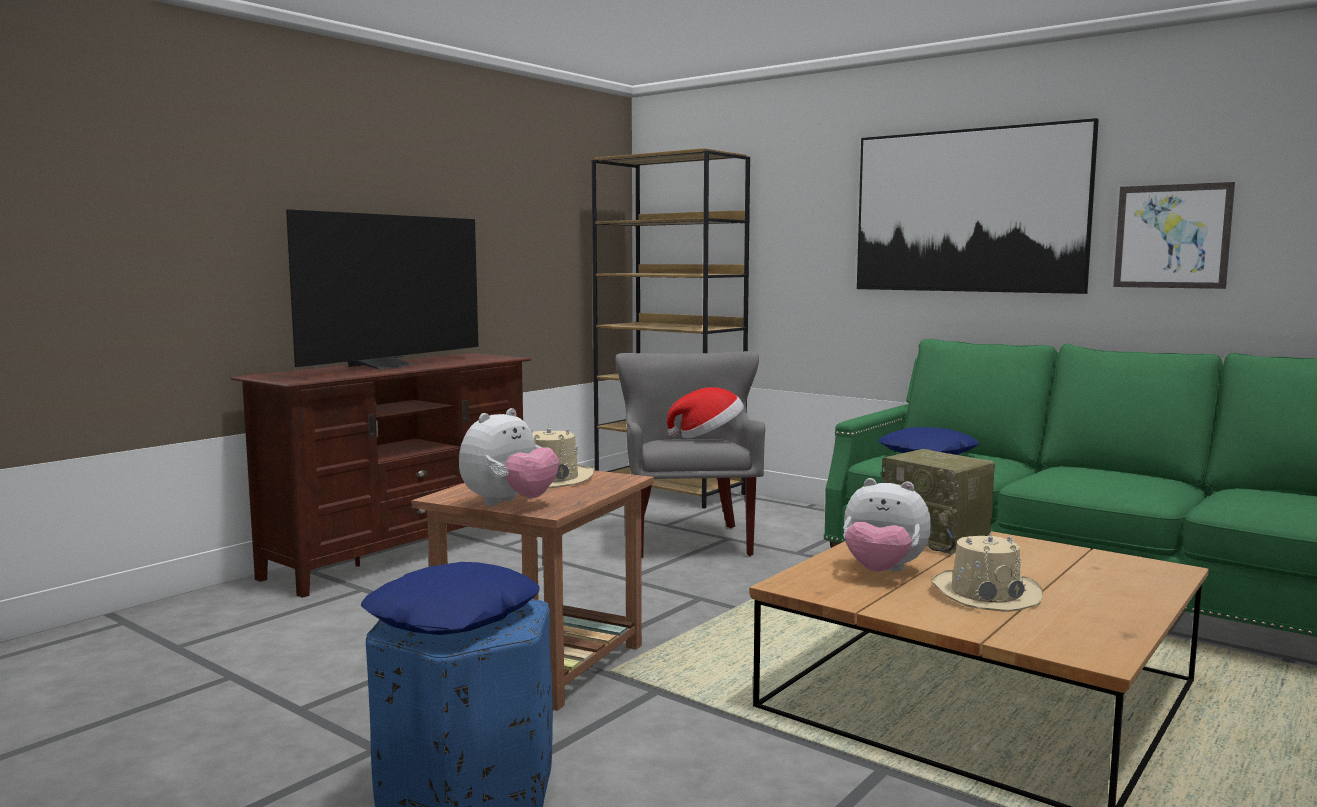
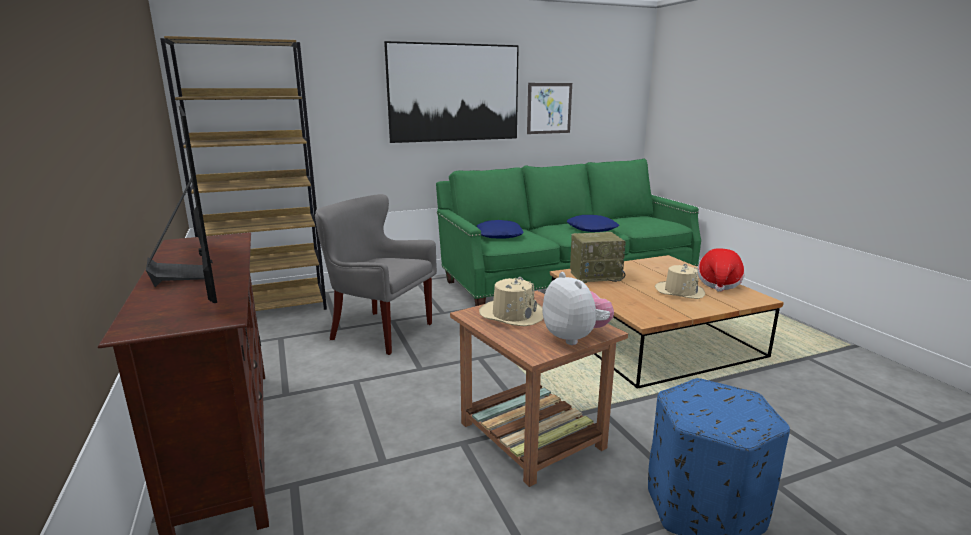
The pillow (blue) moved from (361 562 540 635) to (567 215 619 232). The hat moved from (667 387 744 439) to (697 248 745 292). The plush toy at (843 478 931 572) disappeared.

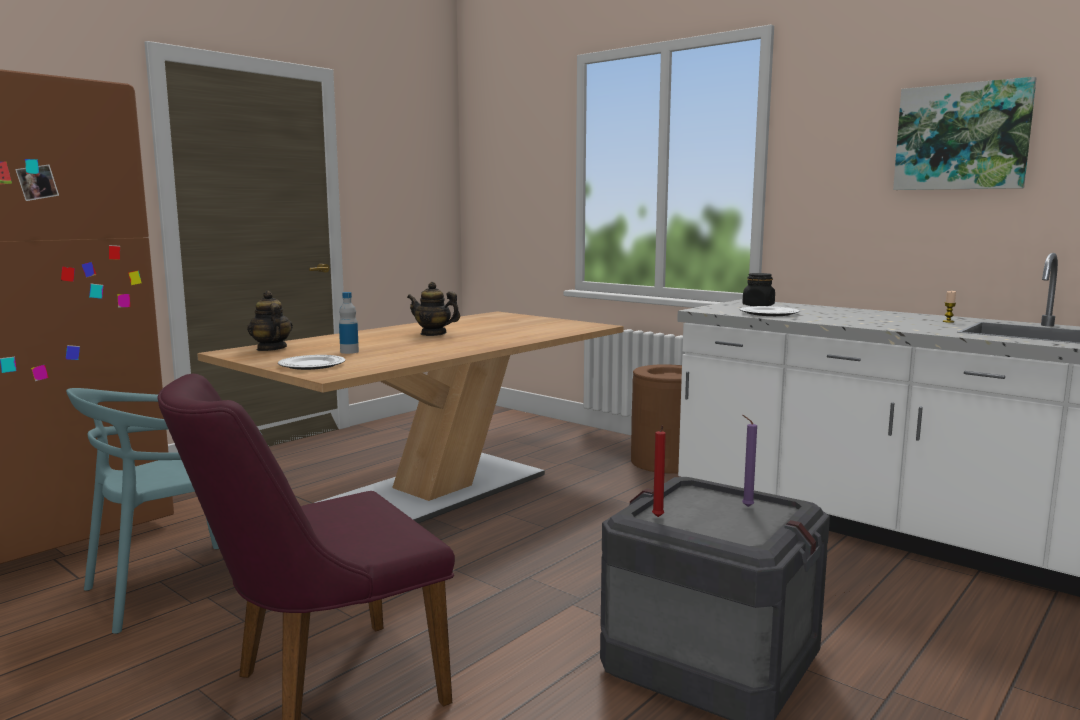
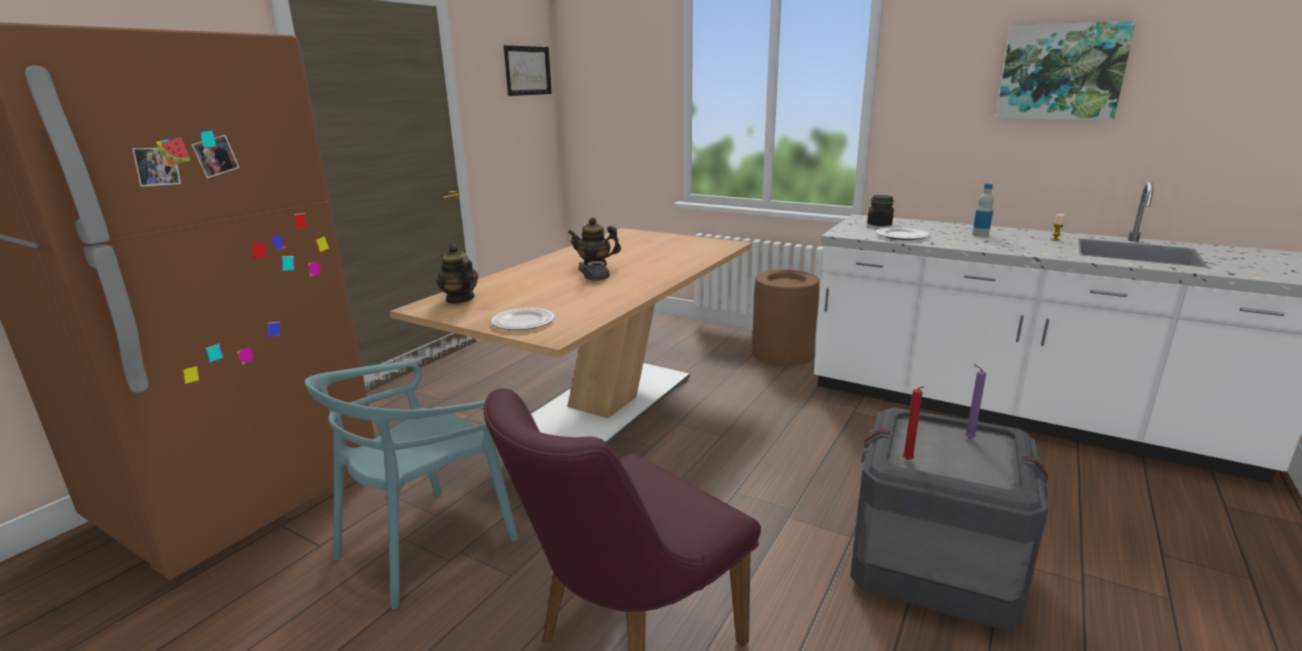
The picture at (504 45 552 96) appeared. The teapot (grey) at (578 261 610 281) appeared. The bottle moved from (339 292 359 354) to (972 183 994 237).

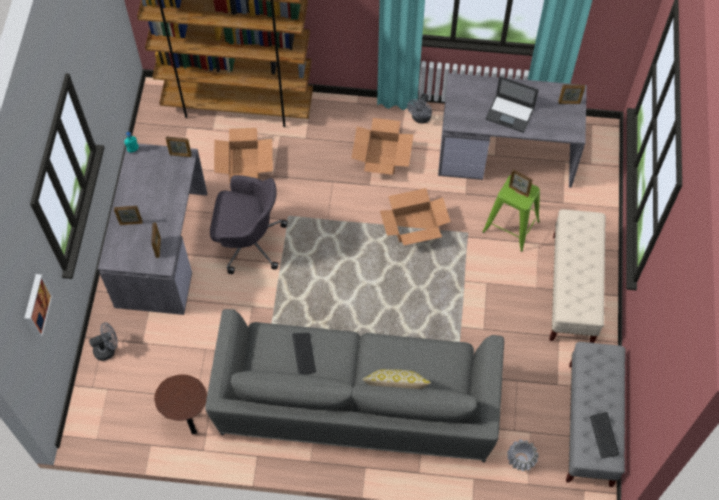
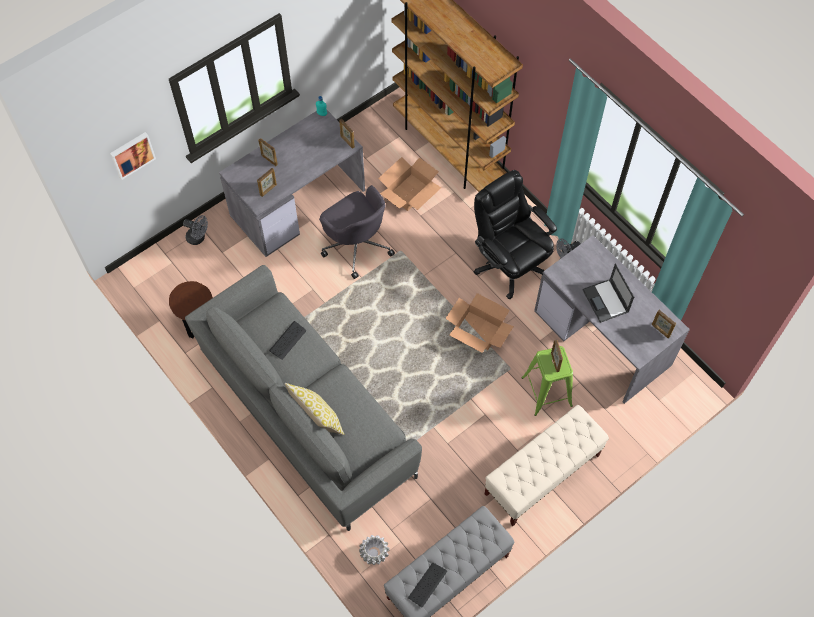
The cardboard box at (351 118 414 175) was replaced by the office chair (black) at (474 170 557 299).

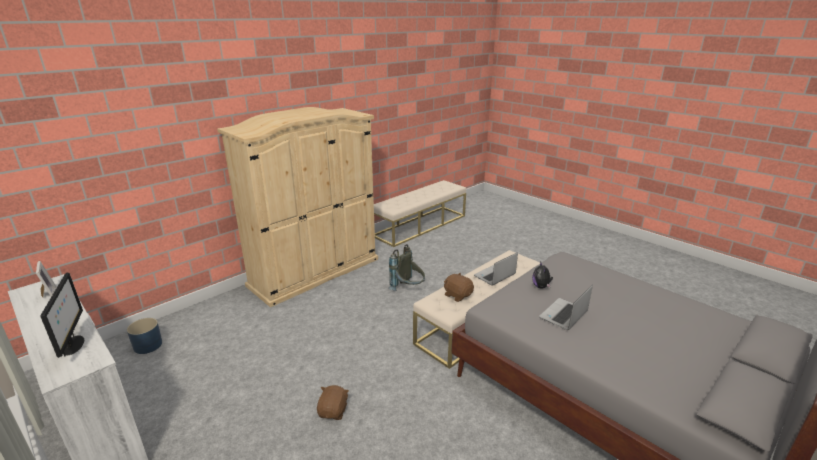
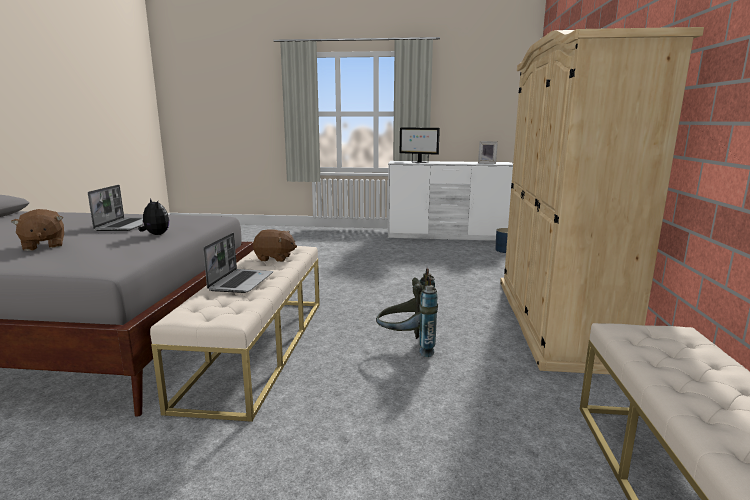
The plush toy (brown) moved from (317 385 349 420) to (11 209 64 251).

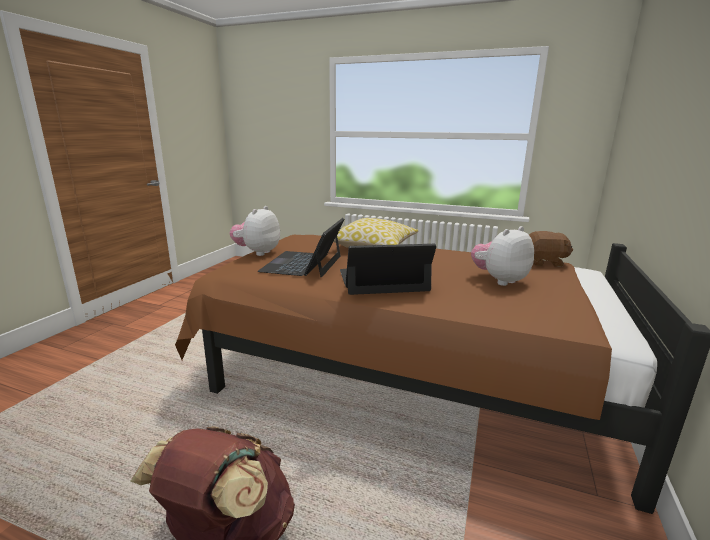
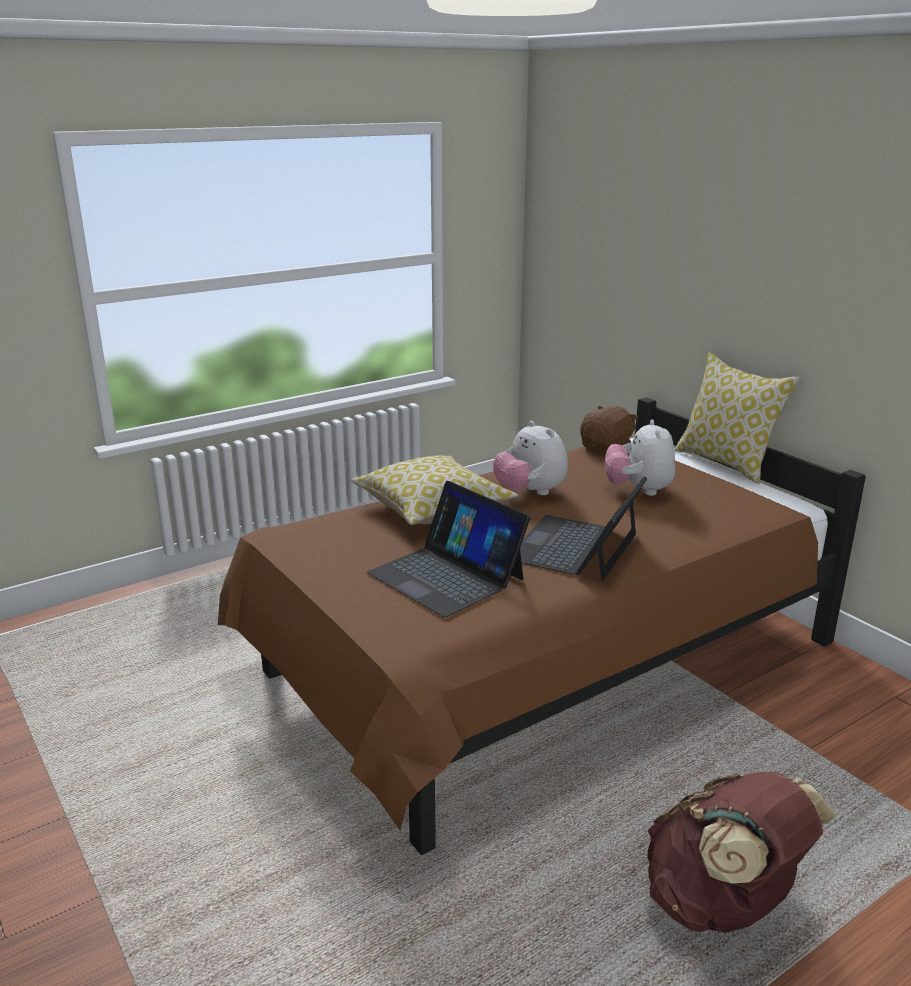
The plush toy moved from (230 206 280 256) to (493 421 568 495). The pillow at (675 353 799 484) appeared.

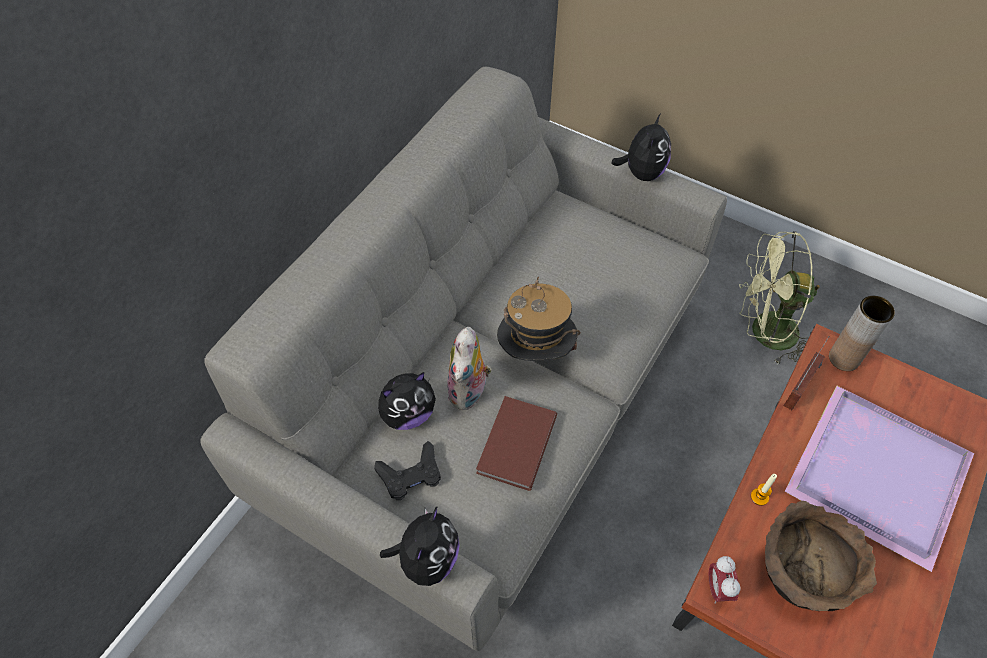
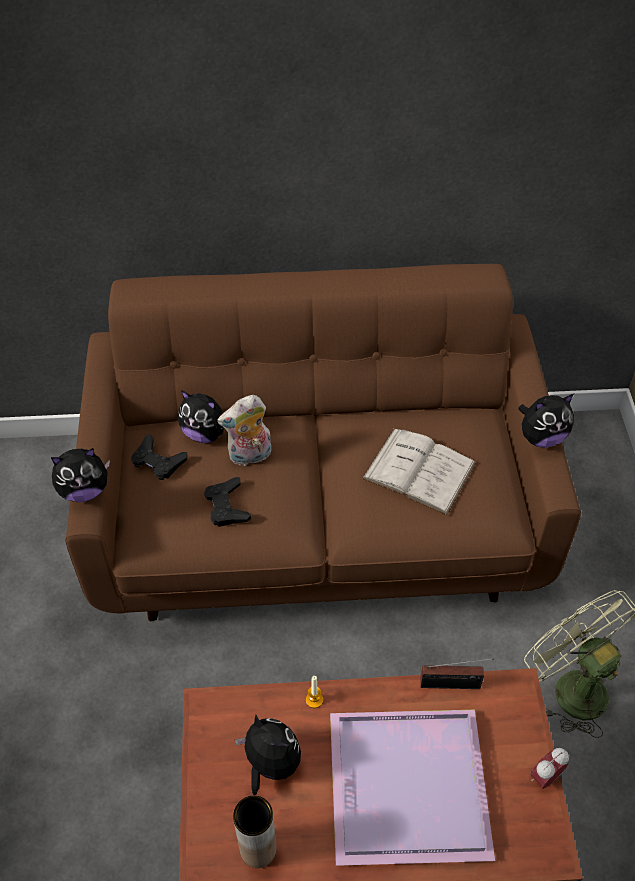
The sofa (grey) at (200 67 727 651) became the sofa (brown) at (65 264 581 621). The book (brown) at (476 396 557 491) was replaced by the game controller (black) at (204 477 251 527). The vase (brown) moved from (829 296 895 371) to (233 795 277 868). The bowl (brown) at (765 501 877 612) was replaced by the plush toy at (234 715 301 795). The book (white) at (362 429 476 515) appeared. The alarm clock moved from (709 556 741 604) to (530 748 569 789). The hat at (497 276 581 361) disappeared.

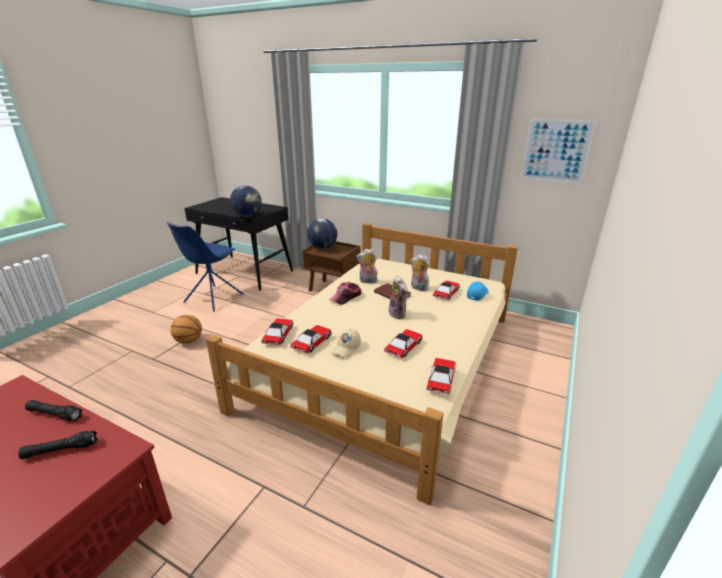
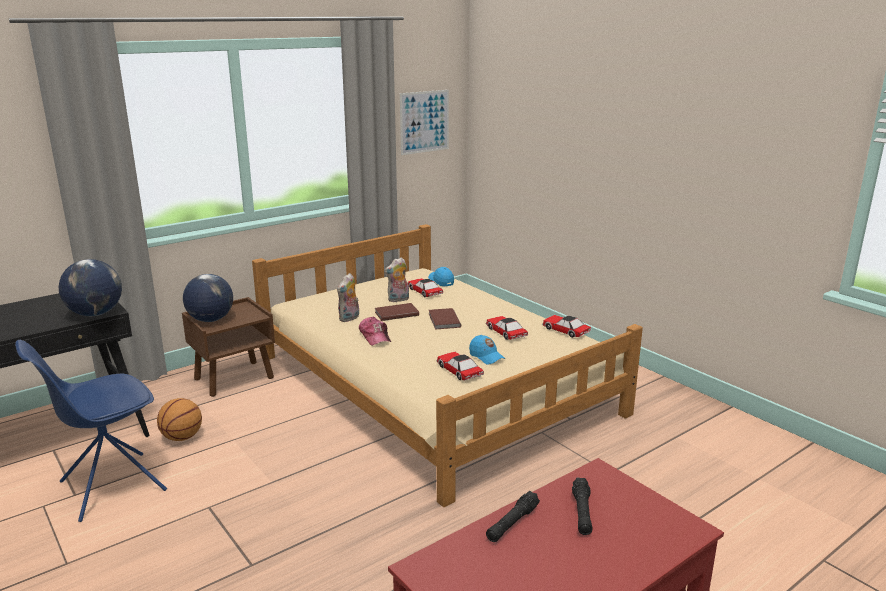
The chair (blue) at (167 222 244 312) turned 90 degrees clockwise. The basketball moved from (170 315 202 344) to (157 398 202 441). The plush toy at (389 276 408 319) was replaced by the book (brown) at (429 308 461 330). The cap (beige) at (332 329 361 358) became the cap (blue) at (469 335 506 364). The toy car at (261 319 293 346) disappeared.

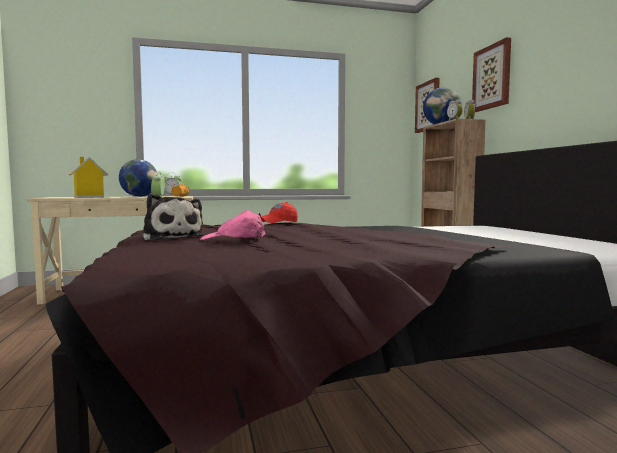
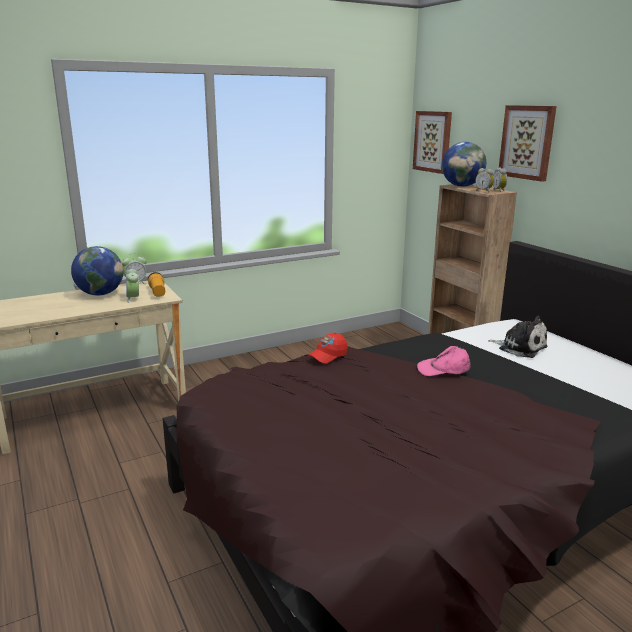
The cap (pink) moved from (200 210 266 240) to (417 346 471 376). The plush toy moved from (142 194 203 240) to (488 316 547 358). The toy house at (68 157 109 198) disappeared.

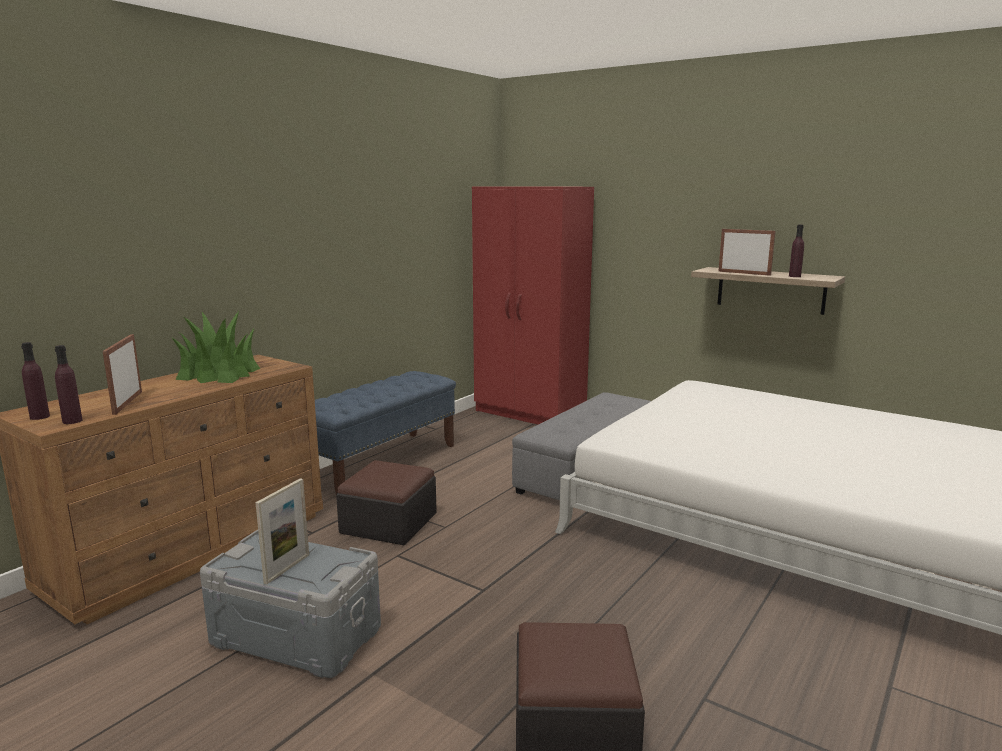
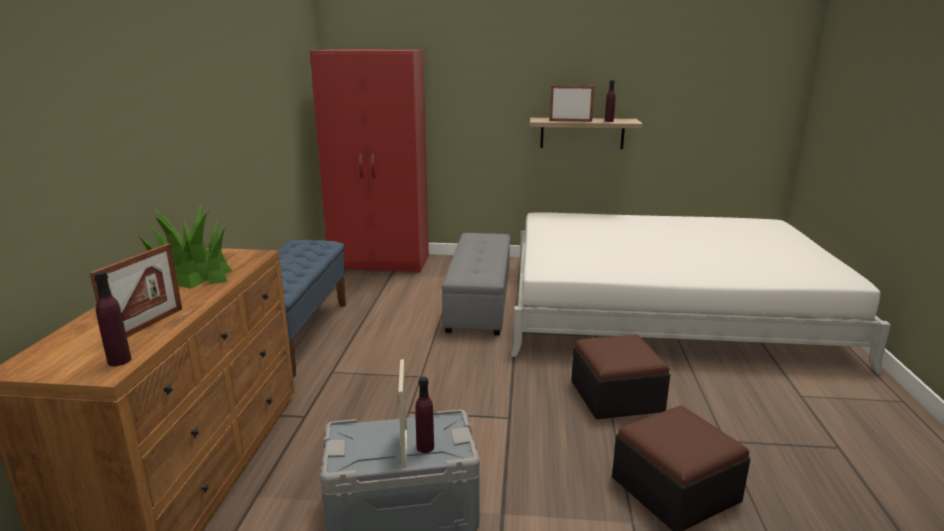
The picture frame at (103 334 142 415) turned 120 degrees counterclockwise. The bottle (purple) moved from (21 342 50 420) to (415 377 434 453). The ottoman moved from (336 460 437 545) to (571 335 670 419).

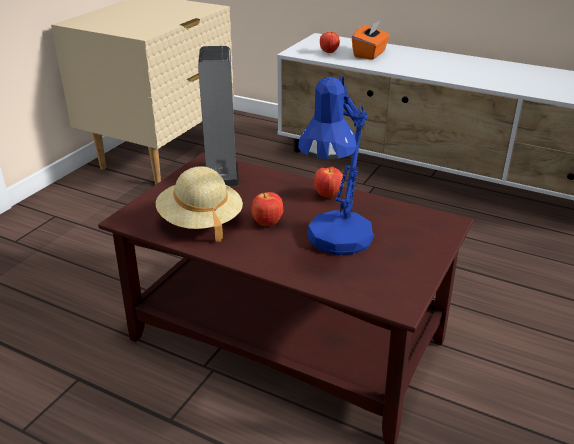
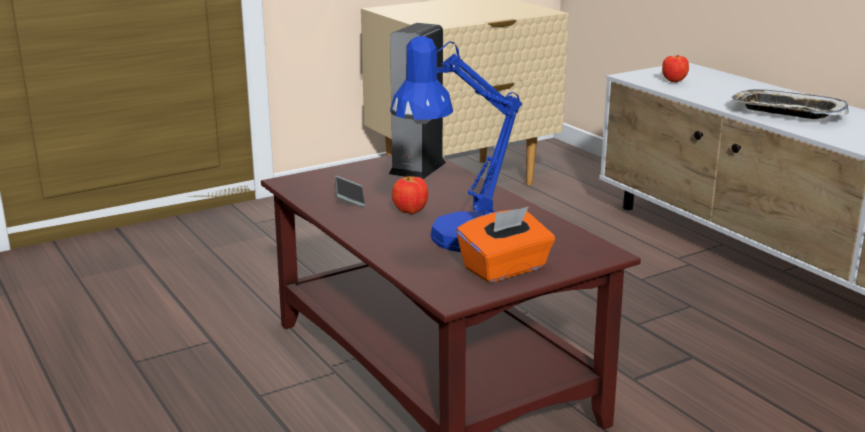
The hat (beige) at (156 166 243 242) was replaced by the phone at (335 176 365 207). The tissue box (orange) moved from (352 21 390 60) to (456 206 555 283). The tray at (731 89 849 119) appeared. The apple at (314 167 343 198) disappeared.

